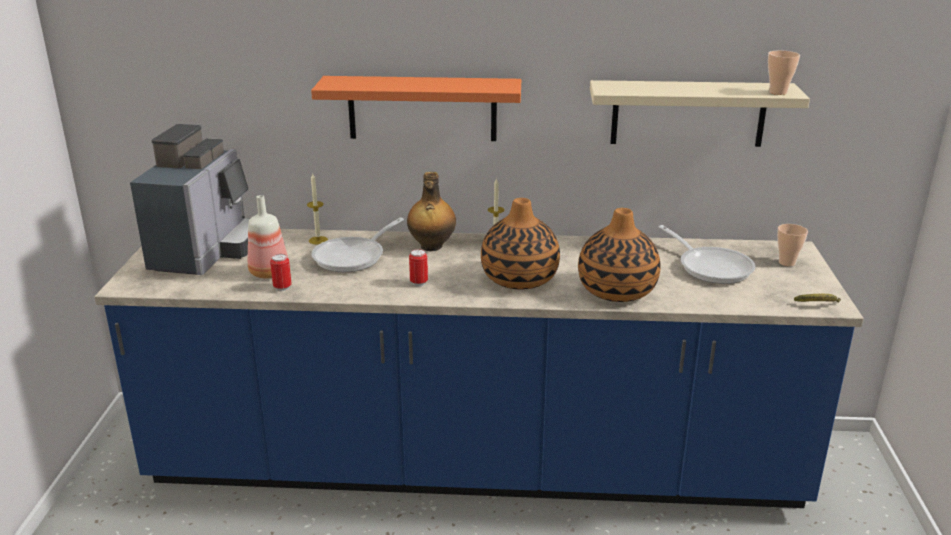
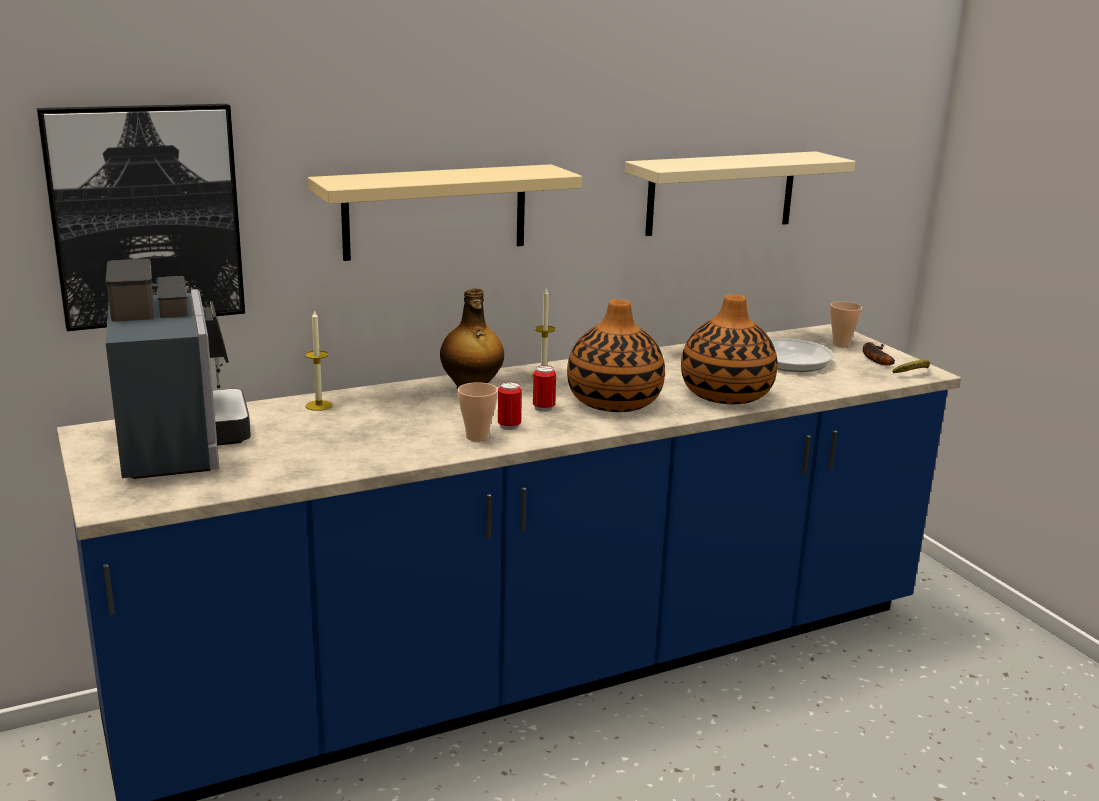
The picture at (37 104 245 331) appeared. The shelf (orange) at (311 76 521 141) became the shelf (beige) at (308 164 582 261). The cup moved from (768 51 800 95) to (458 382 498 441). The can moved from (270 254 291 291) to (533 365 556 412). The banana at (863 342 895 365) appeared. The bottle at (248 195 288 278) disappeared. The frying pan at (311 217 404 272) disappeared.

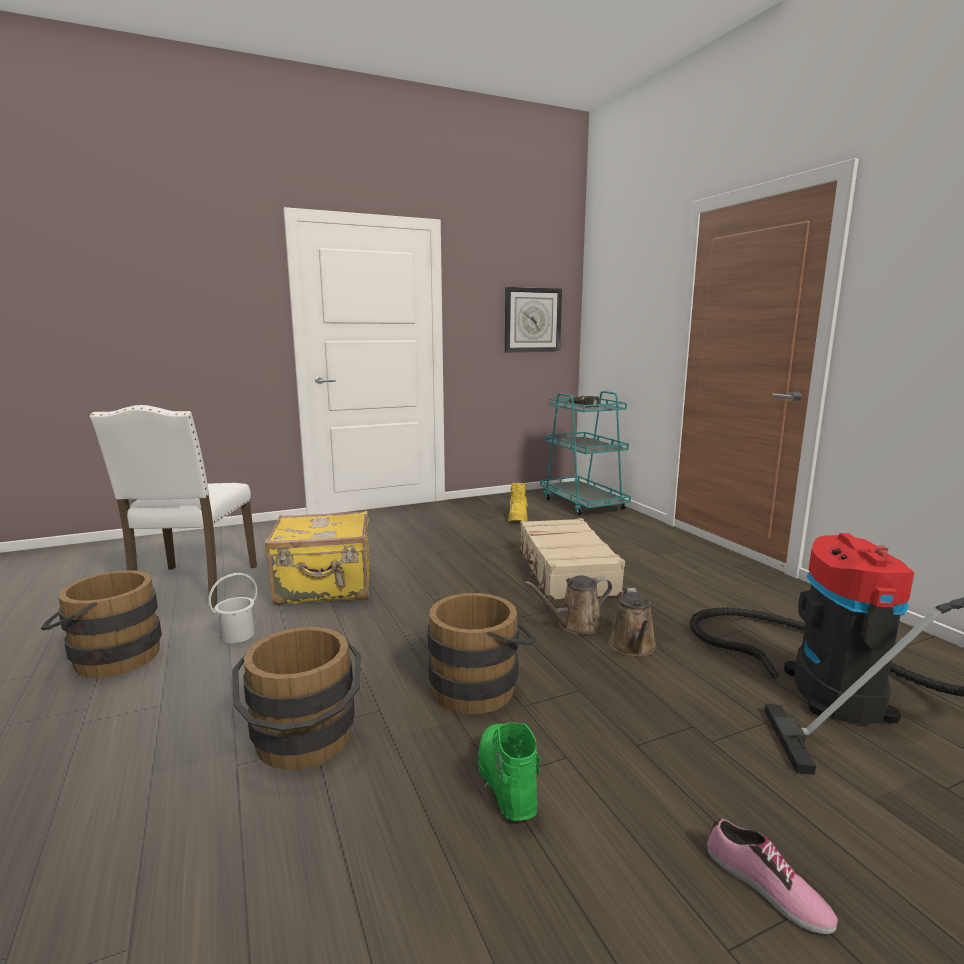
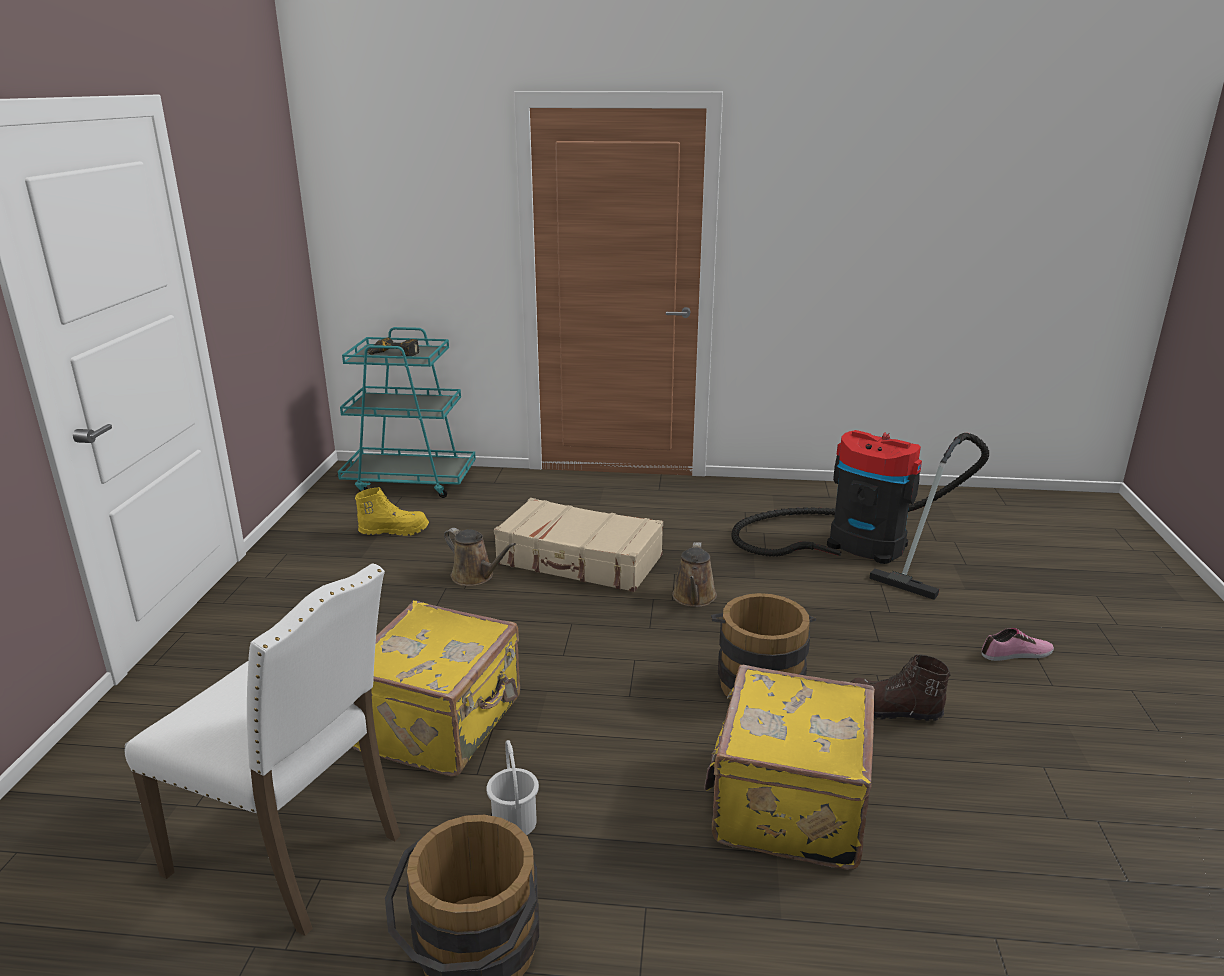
The boot (yellow) at (508 483 529 521) turned 45 degrees counterclockwise. The watering can (brown) moved from (609 588 657 656) to (444 528 516 586). The bucket (brown) at (232 627 361 770) was replaced by the suitcase (yellow) at (704 665 875 870). The boot (green) at (478 722 540 821) became the boot (brown) at (851 654 951 721). The wall clock at (505 287 562 352) disappeared.

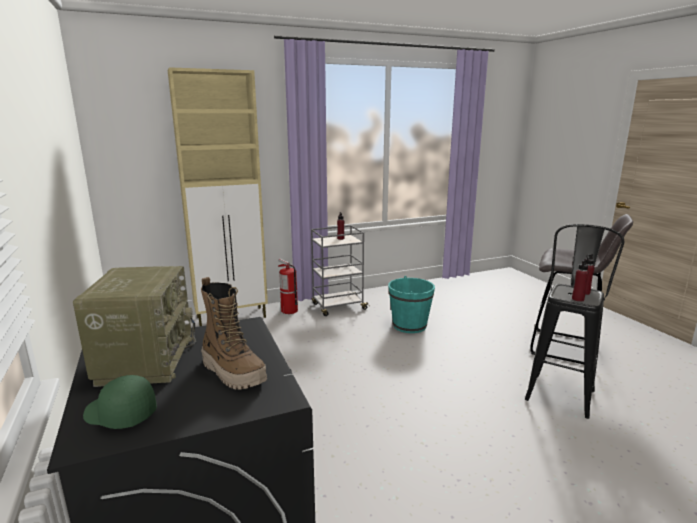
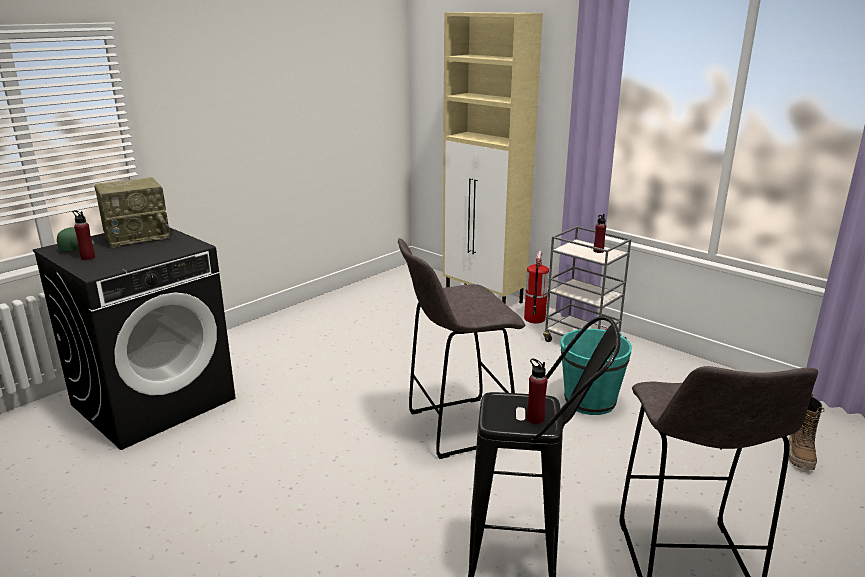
The bottle (red) moved from (572 259 589 302) to (73 210 95 260). The stool (grey) at (398 238 525 459) appeared. The boot moved from (201 277 267 390) to (789 393 825 470).

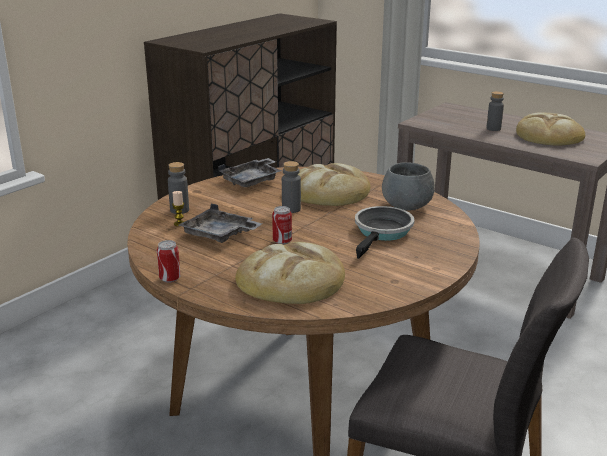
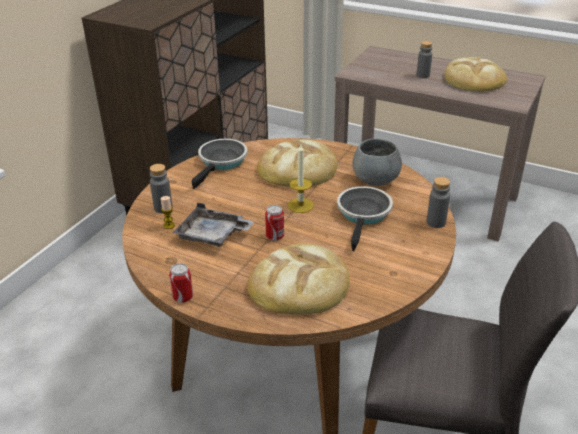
The tray (grey) at (218 158 281 187) was replaced by the frying pan at (192 139 247 189). The candle at (288 143 314 213) appeared. The bottle (grey) moved from (282 161 301 213) to (427 177 450 228).

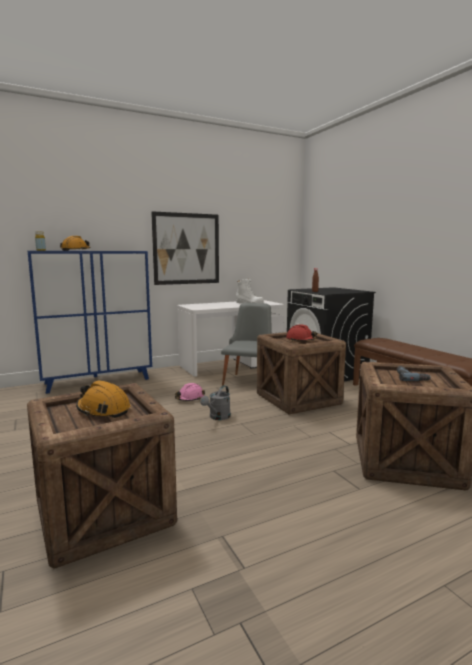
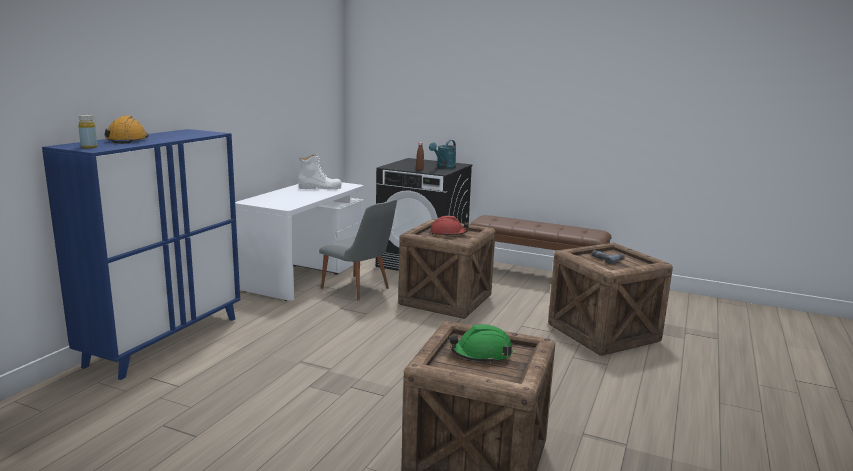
The chair (grey) at (221 303 272 386) turned 150 degrees clockwise. The watering can (turquoise) at (429 140 456 169) appeared. The hard hat (orange) at (76 380 131 418) became the hard hat (green) at (449 324 513 364). The picture at (151 211 219 285) disappeared. The hard hat (pink) at (175 383 205 401) disappeared. The watering can (grey) at (200 385 231 420) disappeared.

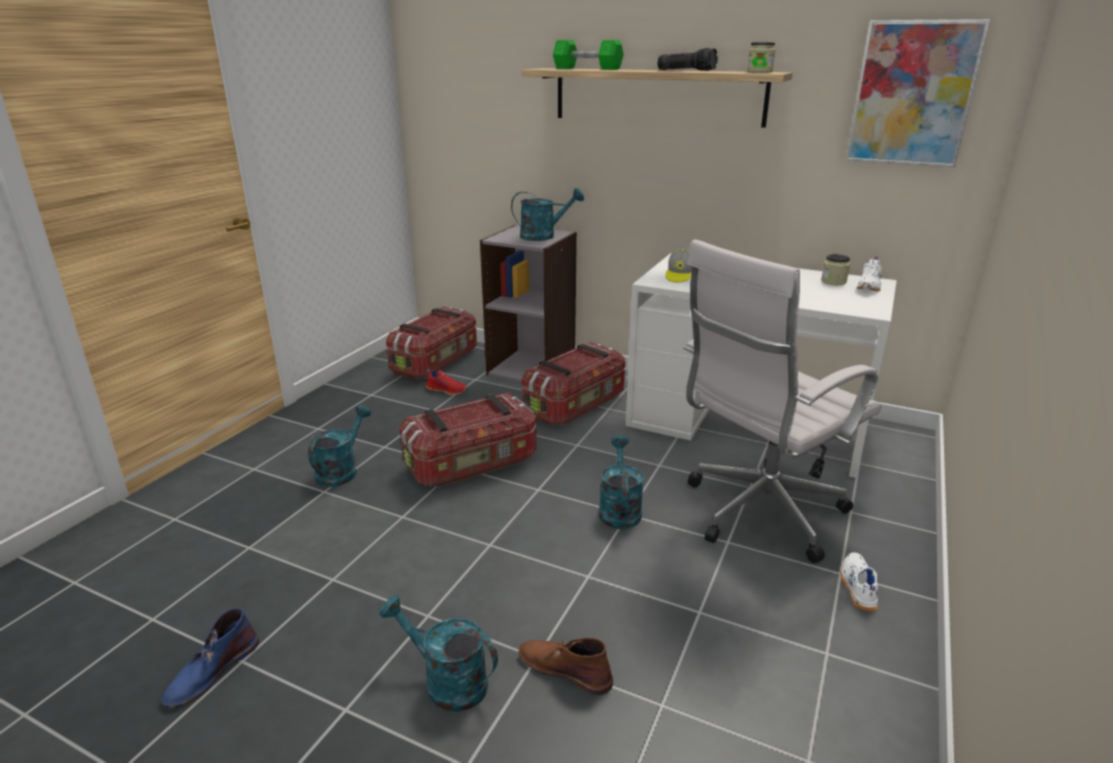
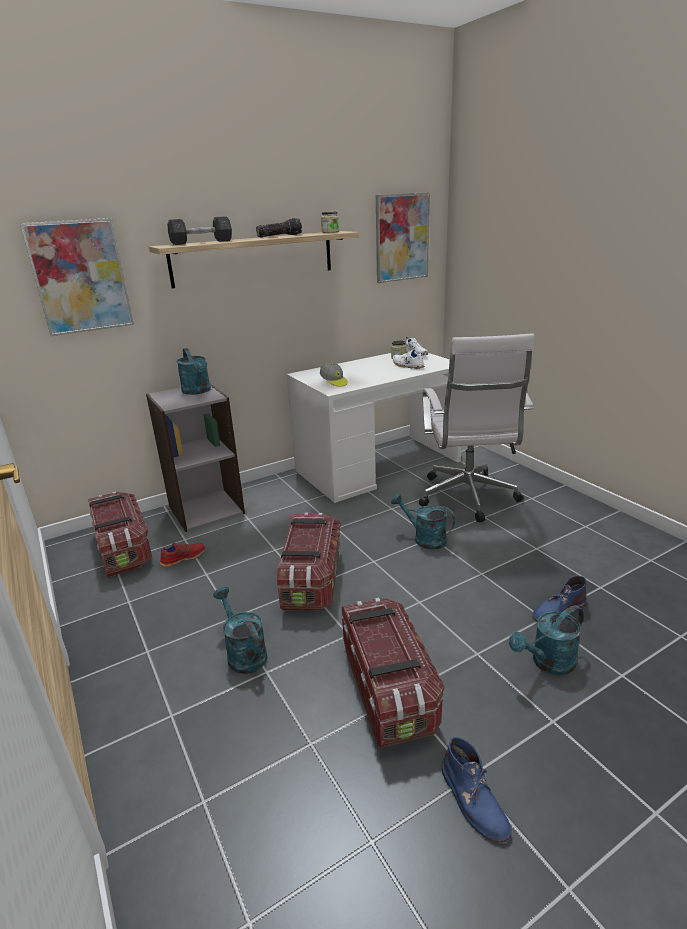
The picture at (20 218 134 336) appeared. The dumbbell (green) at (552 40 624 70) became the dumbbell (grey) at (167 216 232 245). The watering can (turquoise) at (511 188 584 241) turned 135 degrees clockwise. The storage box moved from (522 342 626 426) to (342 598 444 748). The shoe (white) moved from (840 552 878 611) to (393 350 425 369). The boot (brown) at (519 637 613 695) became the boot (blue) at (532 576 587 621).

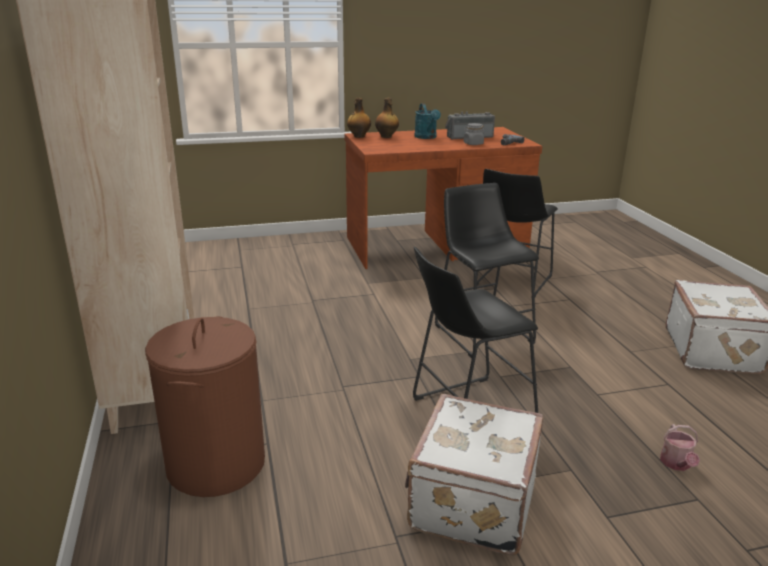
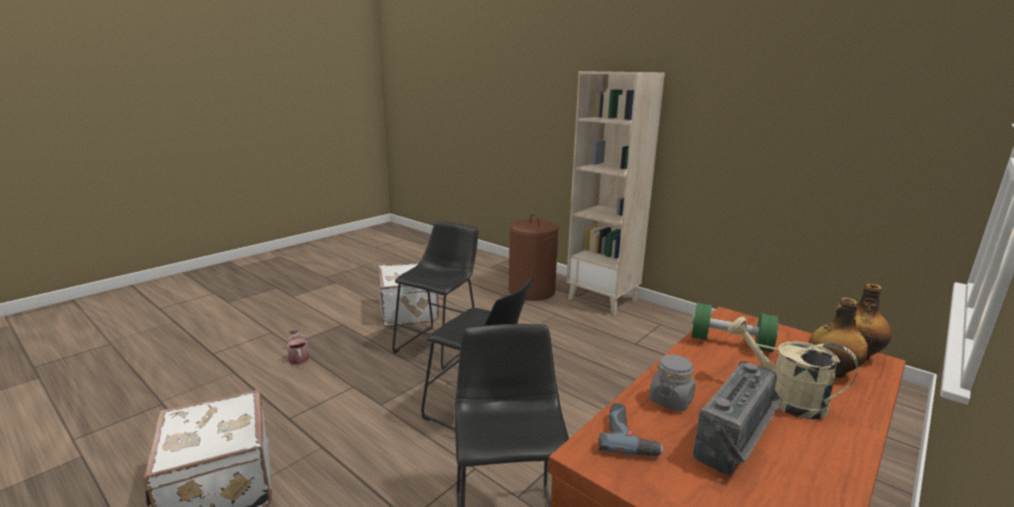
The dumbbell (green) at (692 303 778 353) appeared. The watering can (turquoise) at (414 103 441 139) became the watering can (beige) at (728 316 858 419).

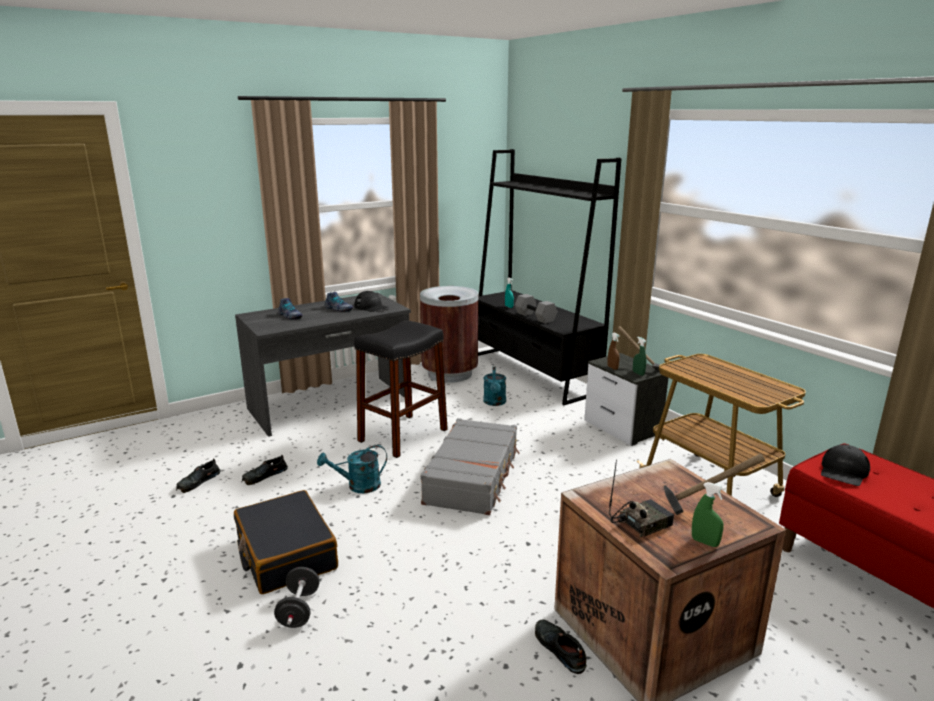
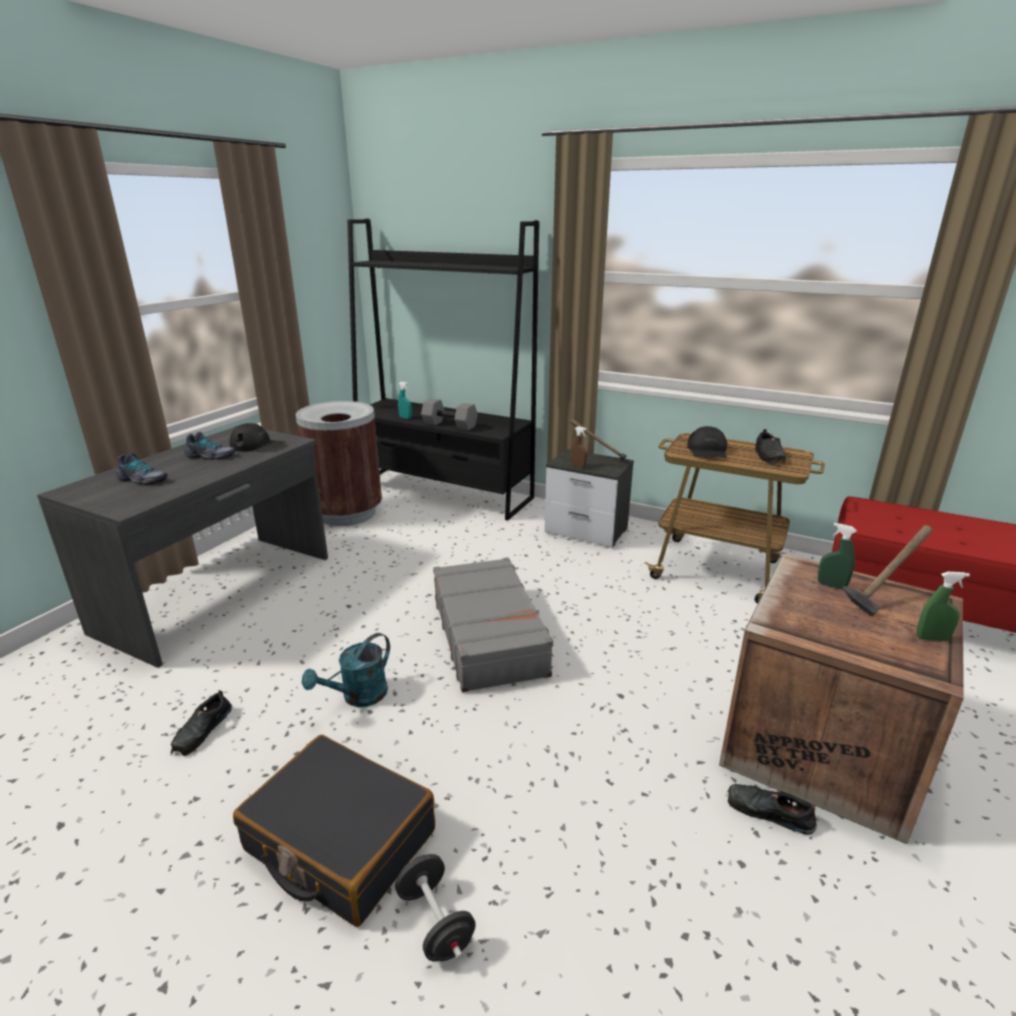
The cap (black) moved from (821 444 870 486) to (687 426 727 458). The shoe (black) moved from (176 459 220 493) to (755 429 786 465). The spray bottle (green) moved from (633 337 646 376) to (818 523 857 590). The stool (black) at (354 320 448 458) disappeared. The watering can (turquoise) at (483 367 506 406) disappeared. The radio at (609 459 674 538) disappeared.

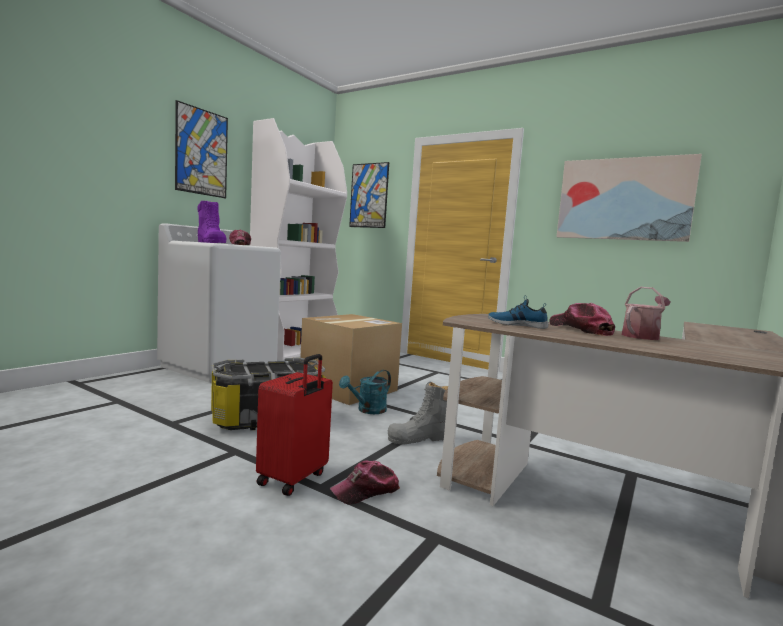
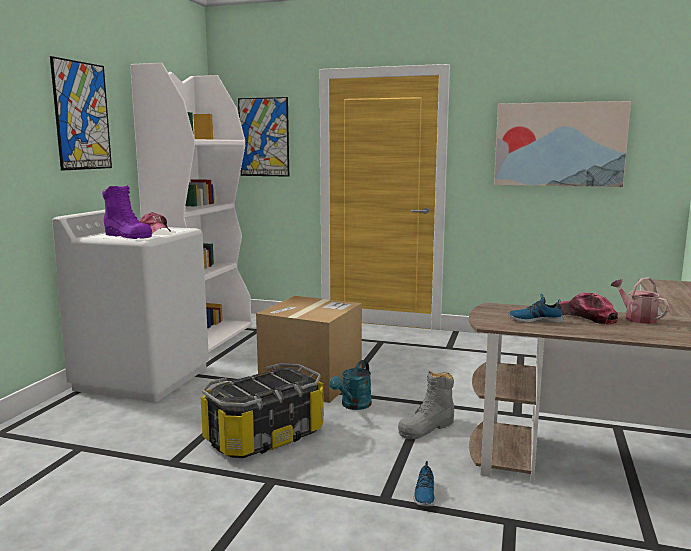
The cap at (330 460 400 505) was replaced by the shoe at (413 461 436 506). The watering can at (622 287 671 340) turned 60 degrees counterclockwise. The suitcase (red) at (256 354 333 496) disappeared.

